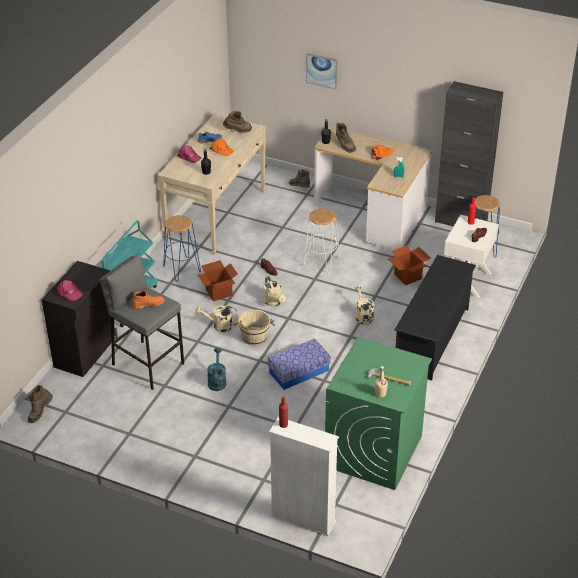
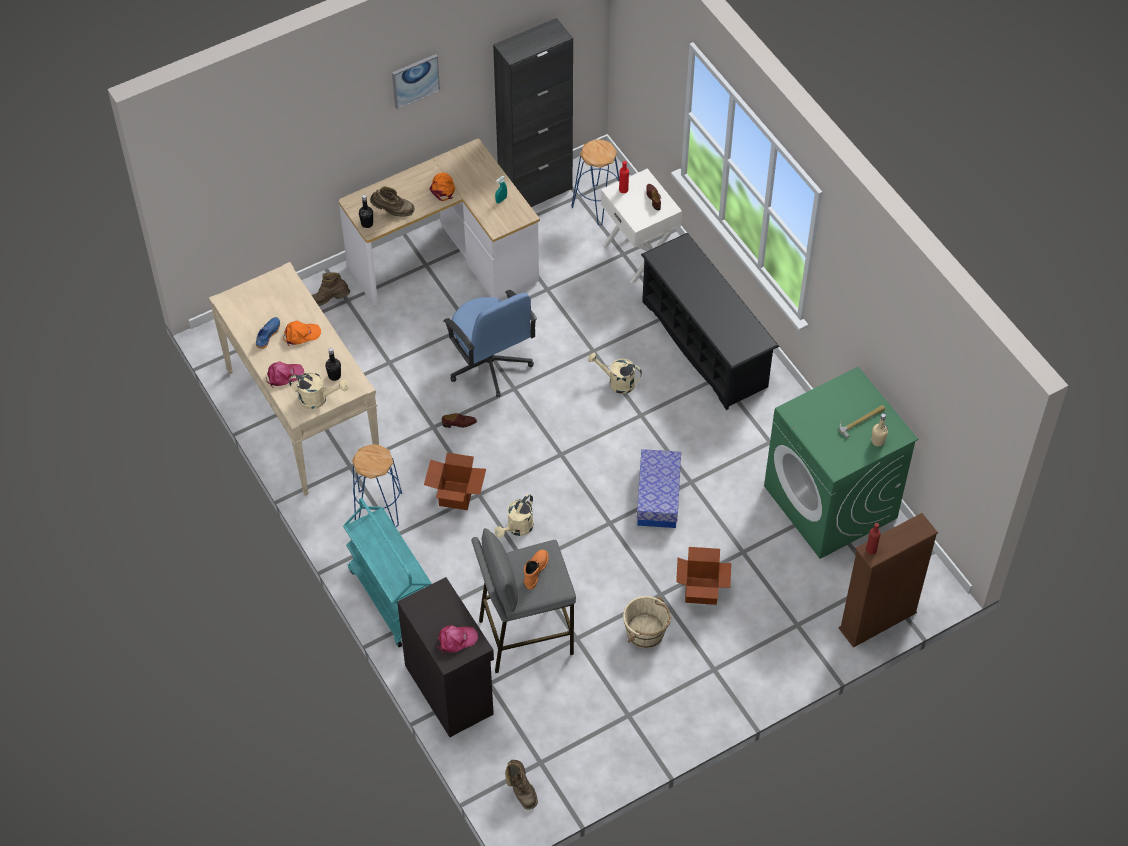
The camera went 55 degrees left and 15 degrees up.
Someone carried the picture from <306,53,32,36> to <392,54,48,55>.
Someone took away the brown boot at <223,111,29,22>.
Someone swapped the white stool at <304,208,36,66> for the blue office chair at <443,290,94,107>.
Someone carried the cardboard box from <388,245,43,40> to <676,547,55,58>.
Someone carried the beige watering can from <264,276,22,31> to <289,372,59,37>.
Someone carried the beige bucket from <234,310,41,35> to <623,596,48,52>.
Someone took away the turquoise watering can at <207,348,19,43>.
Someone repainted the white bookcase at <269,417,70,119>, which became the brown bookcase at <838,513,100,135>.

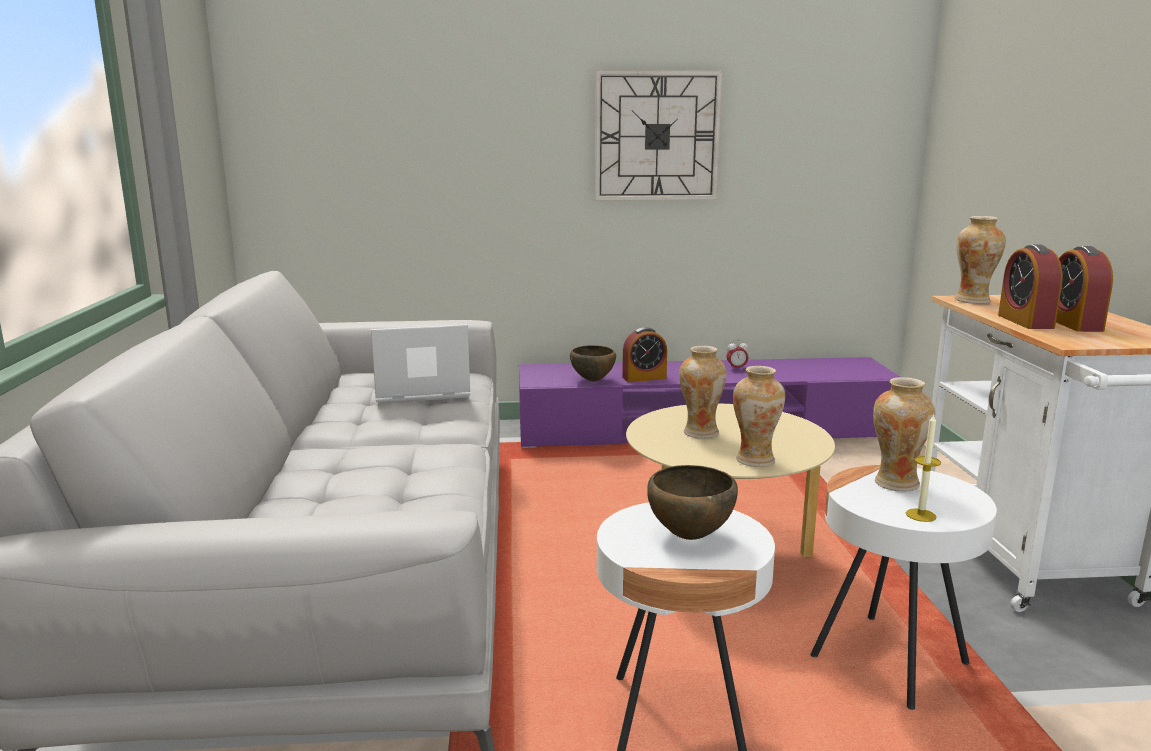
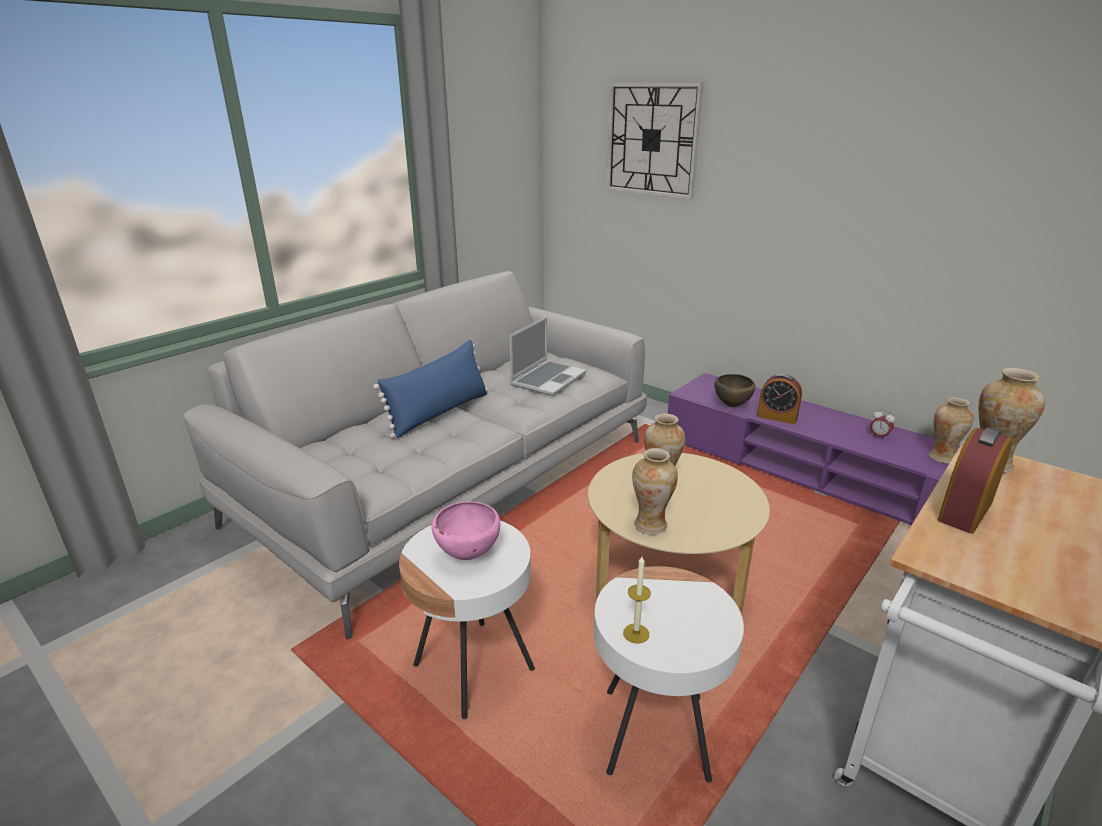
The camera went 45 degrees right and 10 degrees up.
Someone carried the wall clock from <595,70,127,131> to <606,82,98,118>.
Someone took away the alarm clock at <1056,246,57,86>.
Someone rotated the laptop at <371,324,100,80> by 90 degrees clockwise.
Someone carried the vase from <873,377,62,115> to <929,397,45,66>.
Someone repainted the brown bowl at <647,465,91,75>, which became the pink bowl at <431,501,69,59>.
Someone put down the blue pillow at <373,340,115,99>.

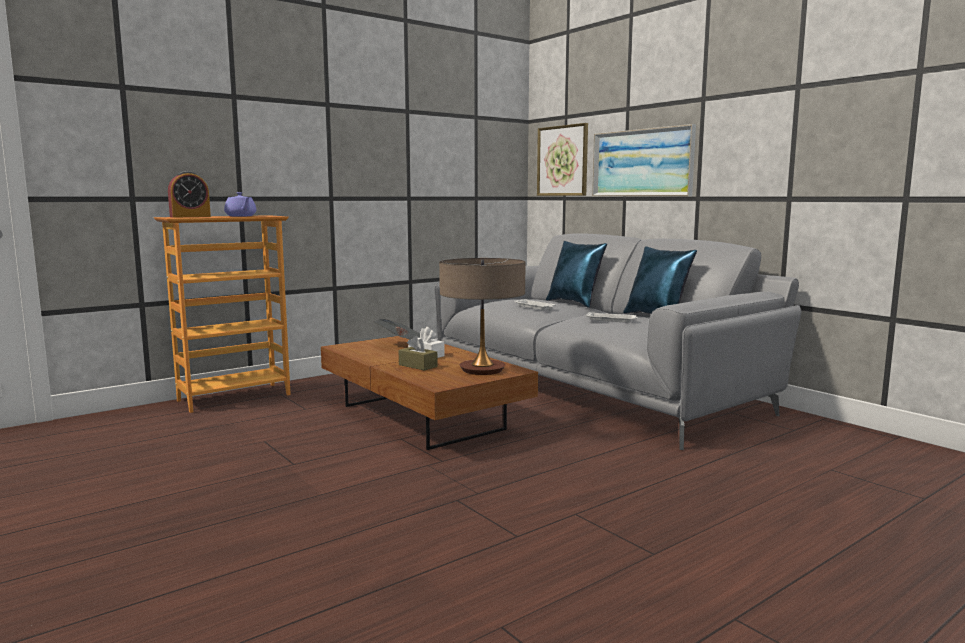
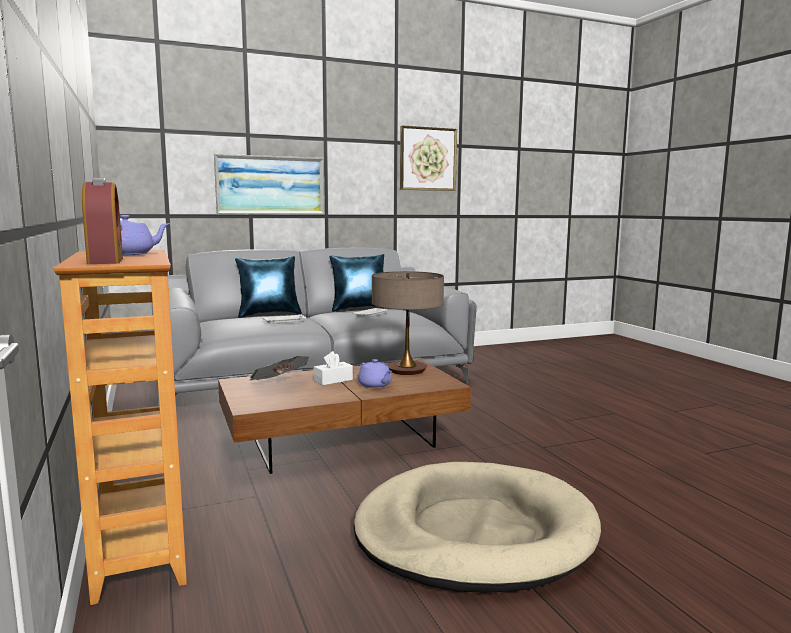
The camera went 75 degrees left and 0 degrees up.
Someone carried the picture from <537,123,51,73> to <400,125,57,66>.
Someone swapped the brown tissue box at <399,336,39,35> for the purple teapot at <358,359,34,29>.
Someone put down the beige dog bed at <354,462,247,131>.

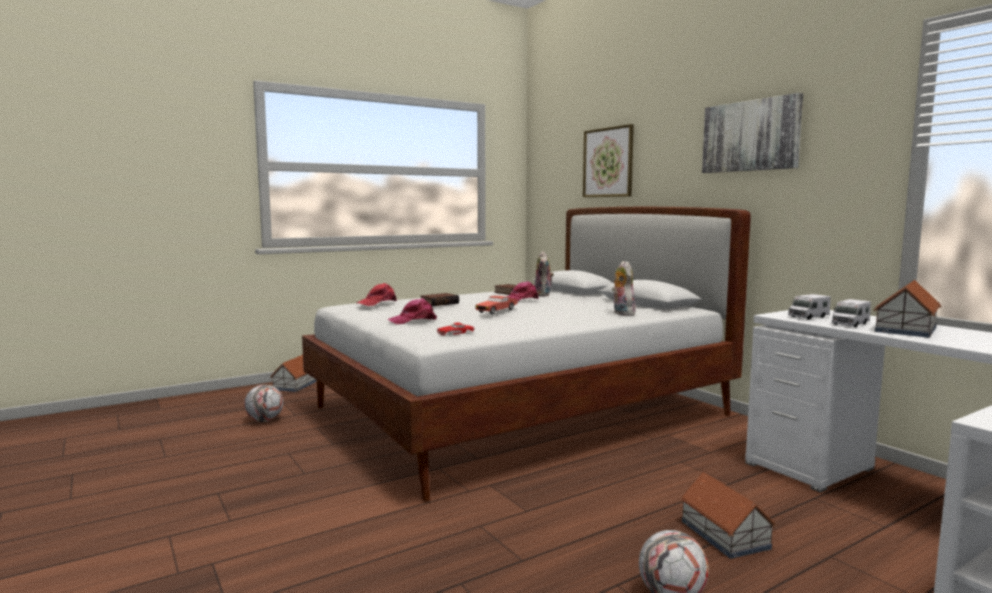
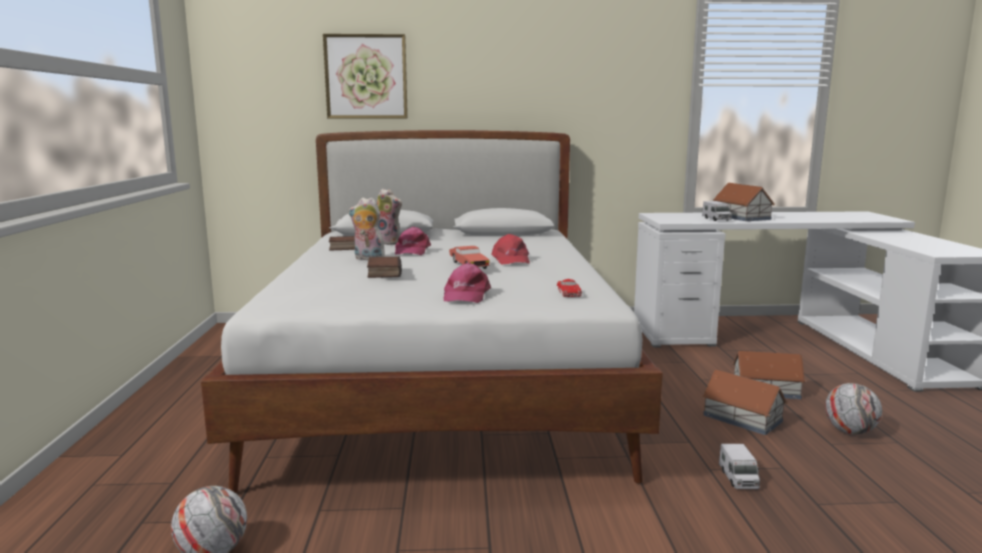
The camera went 60 degrees left and 5 degrees up.
Someone took away the picture at <702,93,101,80>.
Someone carried the plush toy from <612,261,24,54> to <348,197,41,63>.
Someone carried the red cap from <357,283,40,23> to <491,234,39,31>.
Someone carried the toy truck from <788,294,43,26> to <719,444,41,45>.
Someone carried the toy house from <270,355,47,37> to <702,370,86,65>.

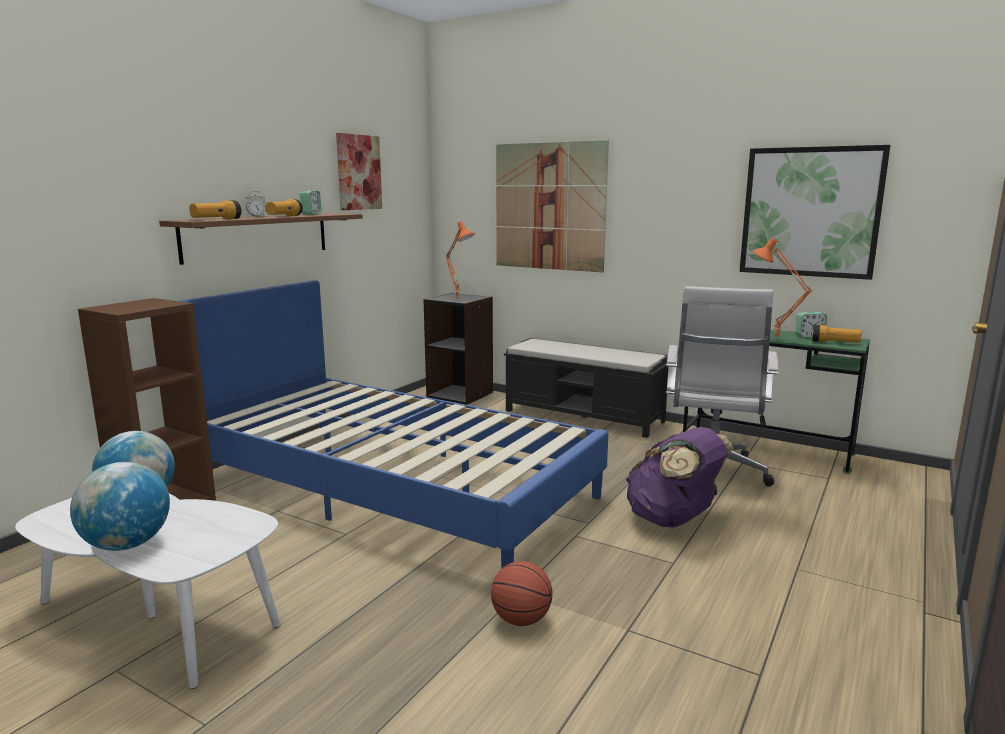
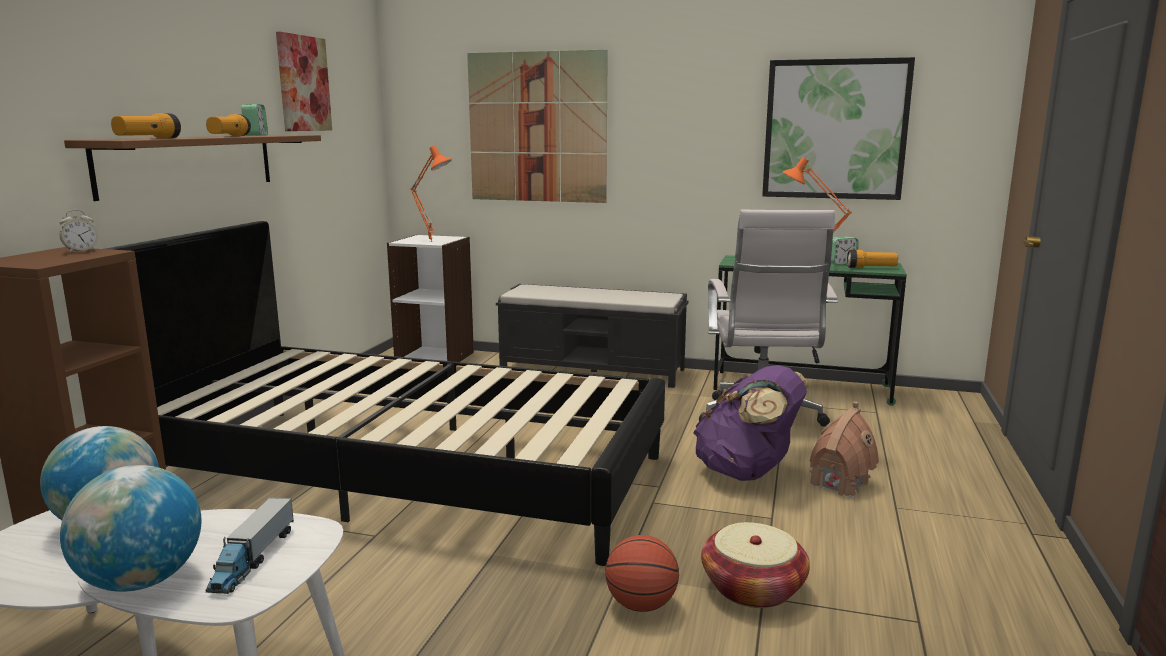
The camera went 15 degrees left and 0 degrees up.
Someone carried the alarm clock from <246,191,20,26> to <59,210,39,43>.
Someone repainted the blue bed at <179,280,429,288>, which became the black bed at <105,221,560,345>.
Someone repainted the black bookcase at <423,293,70,112>, which became the white bookcase at <387,235,87,127>.
Someone put down the toy house at <809,401,70,97>.
Someone put down the toy truck at <205,497,89,97>.
Someone put down the basket at <701,522,109,86>.

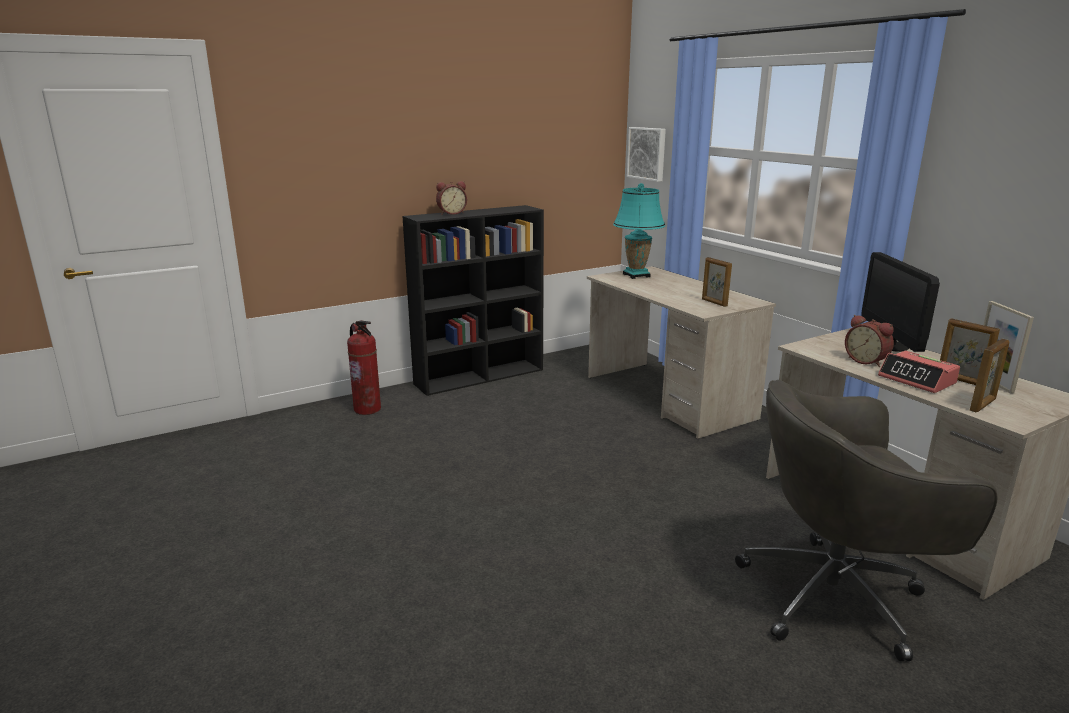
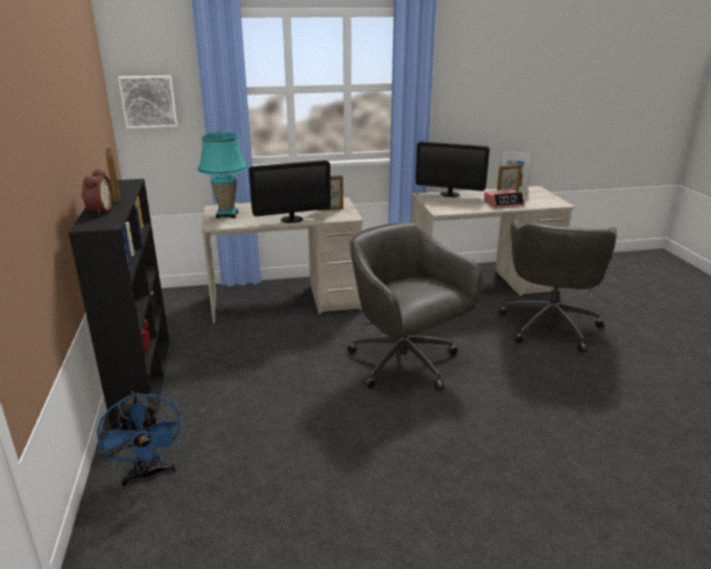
The camera went 70 degrees left and 5 degrees up.
Someone took away the alarm clock at <845,315,49,52>.
Someone swapped the fire extinguisher at <347,320,34,95> for the blue fan at <97,391,85,95>.
Someone carried the picture frame from <970,339,40,73> to <106,148,14,54>.
Someone put down the monitor at <249,160,82,63>.
Someone put down the grey office chair at <347,223,136,167>.

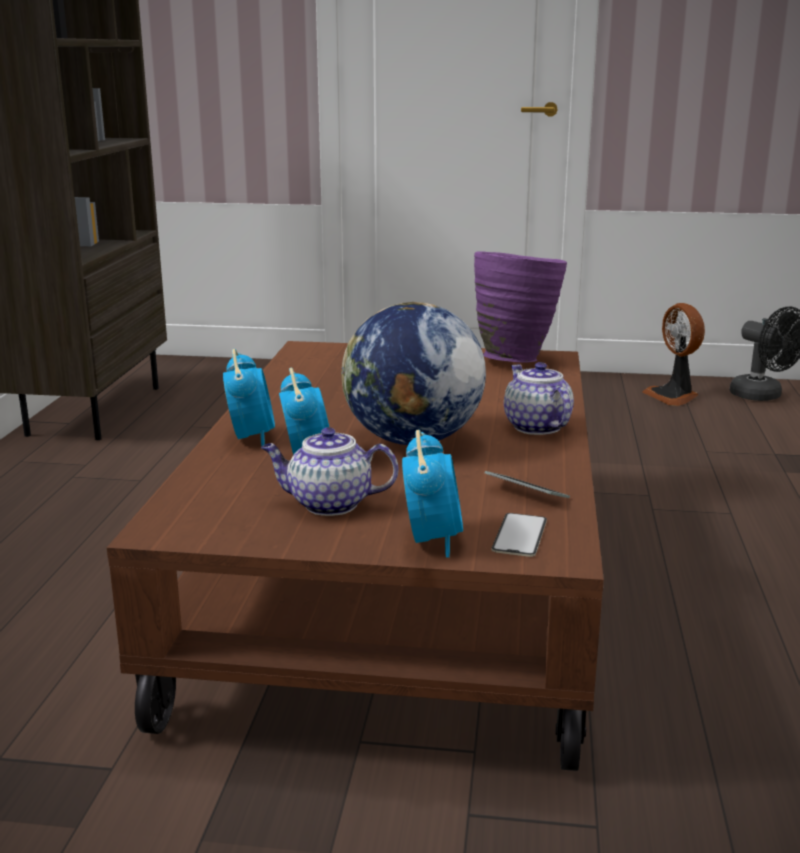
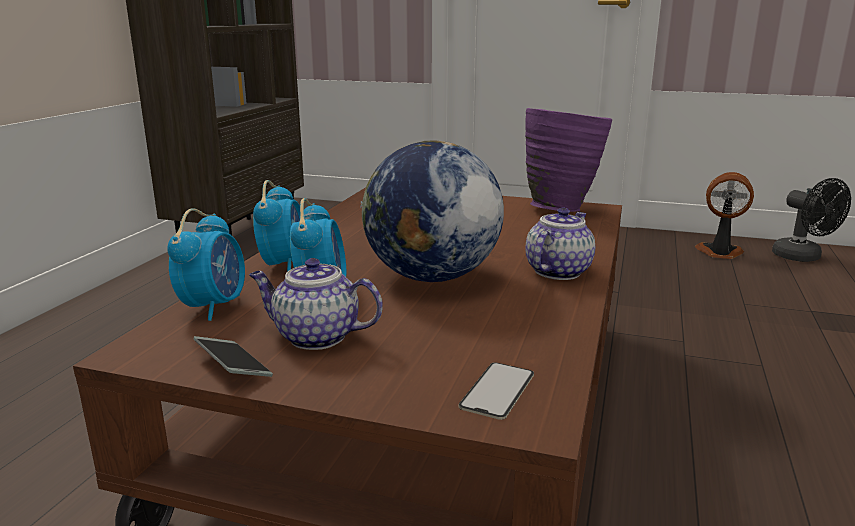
The camera went 10 degrees right and 0 degrees up.
Someone rotated the fan at <642,303,63,103> by 120 degrees clockwise.
Someone rotated the teapot at <504,362,70,73> by 45 degrees clockwise.
Someone carried the alarm clock from <402,429,61,128> to <167,208,78,113>.
Someone carried the phone from <485,471,85,27> to <193,336,80,41>.

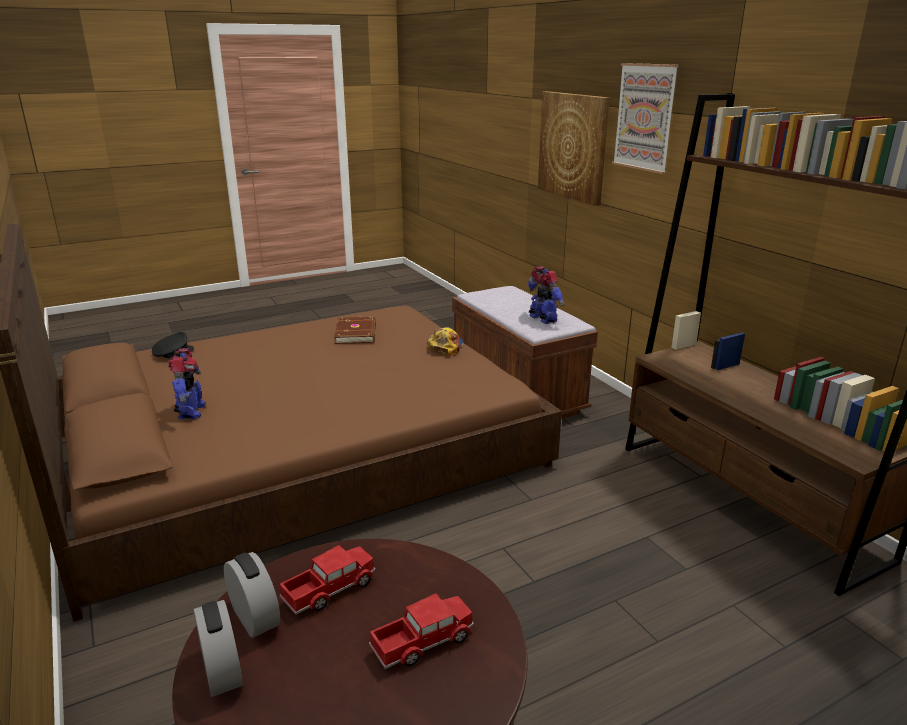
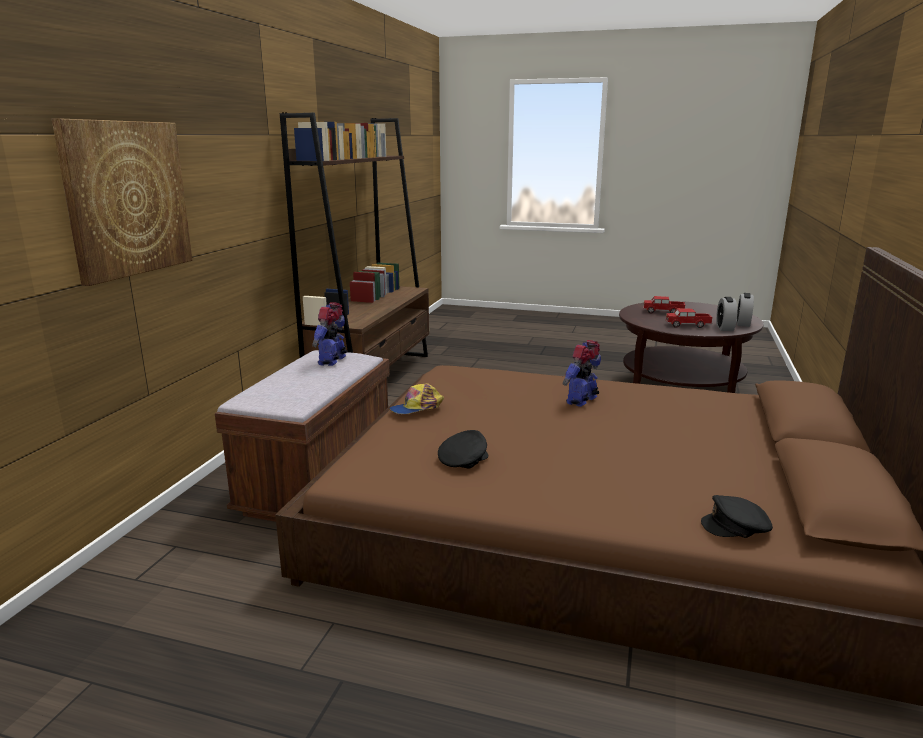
The camera went 135 degrees left and 5 degrees down.
Someone took away the picture at <612,63,67,111>.
Someone swapped the brown book at <335,316,41,28> for the black cap at <438,430,50,39>.
Someone carried the toy robot from <168,348,38,72> to <563,340,38,67>.

